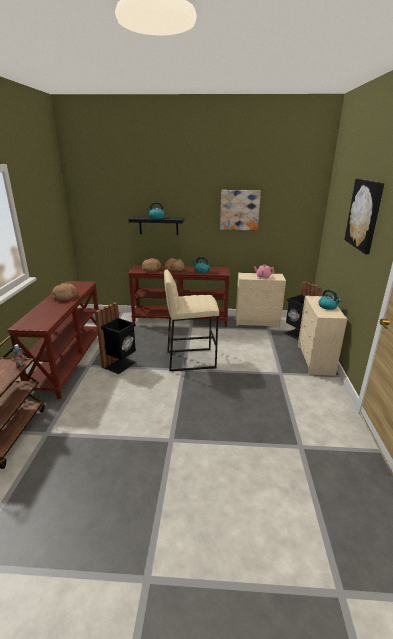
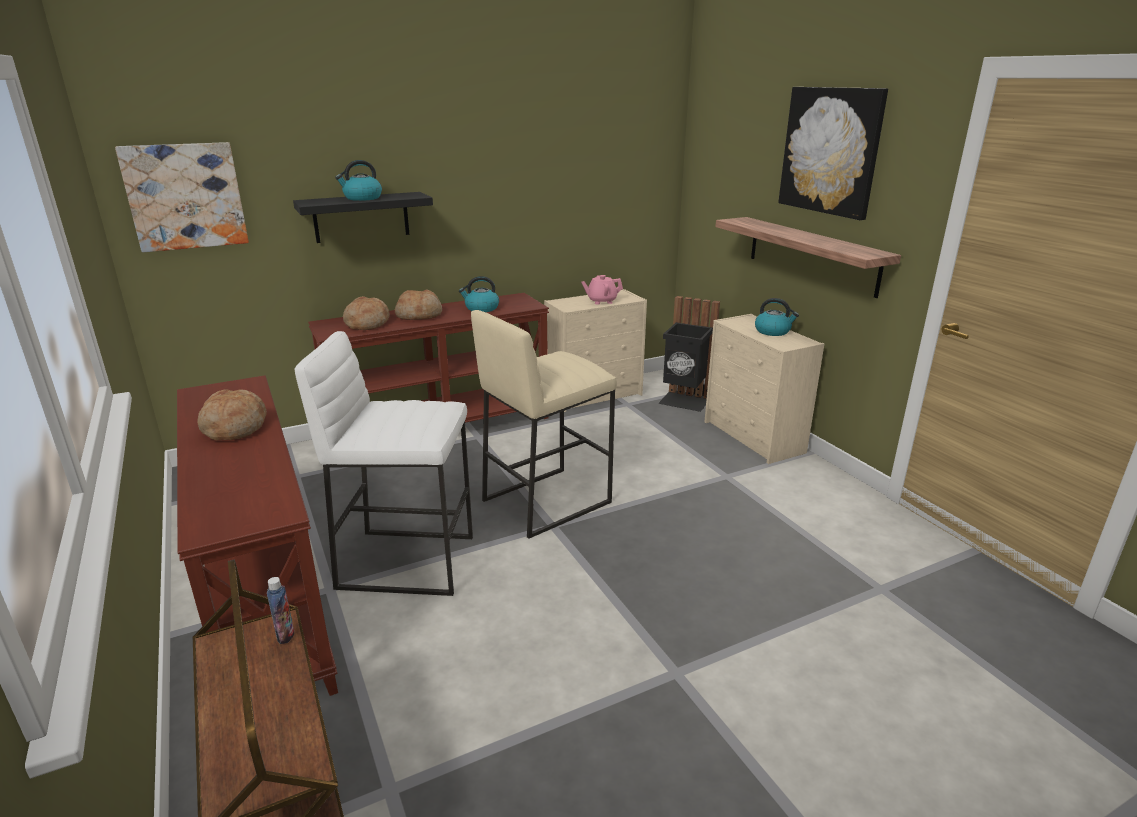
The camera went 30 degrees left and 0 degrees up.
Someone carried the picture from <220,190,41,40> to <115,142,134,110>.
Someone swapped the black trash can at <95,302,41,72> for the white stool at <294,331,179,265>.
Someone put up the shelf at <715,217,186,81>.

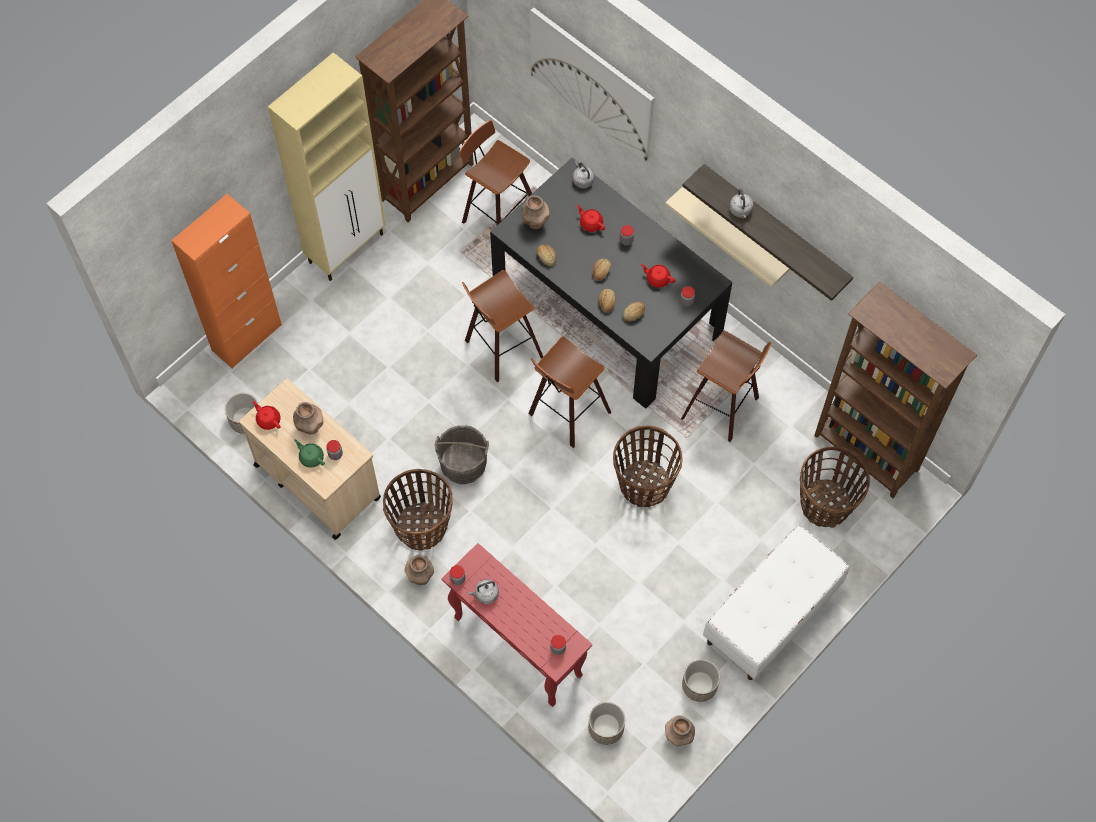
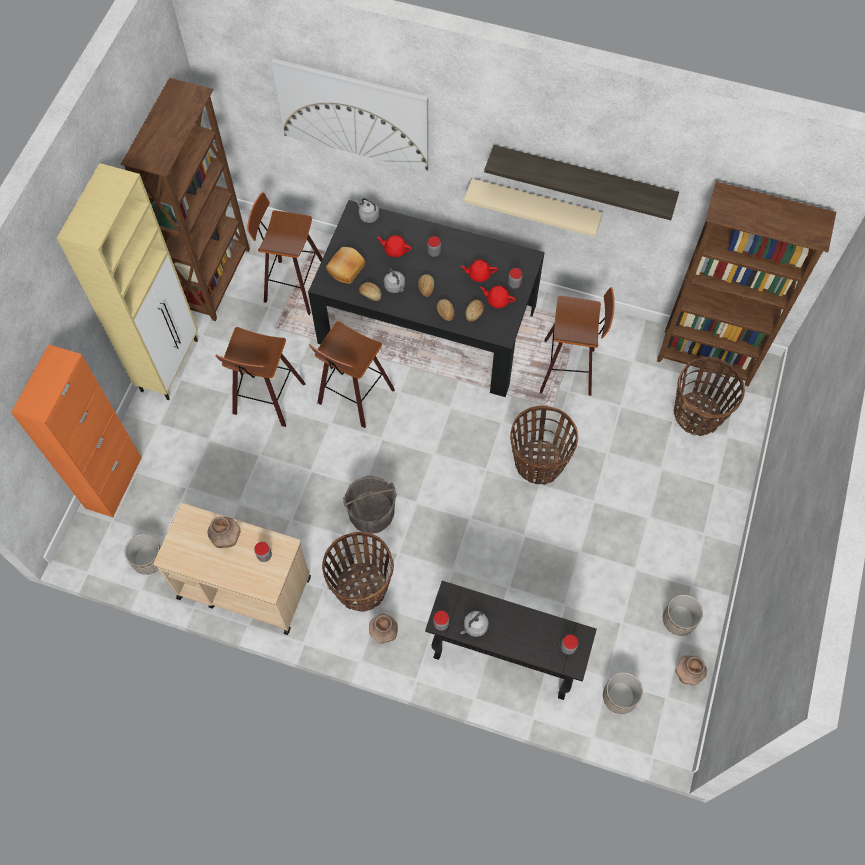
The camera went 25 degrees left and 0 degrees up.
Someone carried the grey kettle from <730,189,24,29> to <384,268,21,25>.
Someone swapped the brown vase at <521,195,29,34> for the bread at <326,247,39,37>.
Someone carried the stool from <528,336,83,112> to <215,327,91,100>.
Someone carried the red teapot from <252,401,29,29> to <480,286,36,22>.
Someone took away the green teapot at <294,439,31,29>.
Someone took away the white bench at <703,525,146,155>.
Someone repainted the red console table at <442,543,150,164>, which became the black console table at <425,581,172,119>.

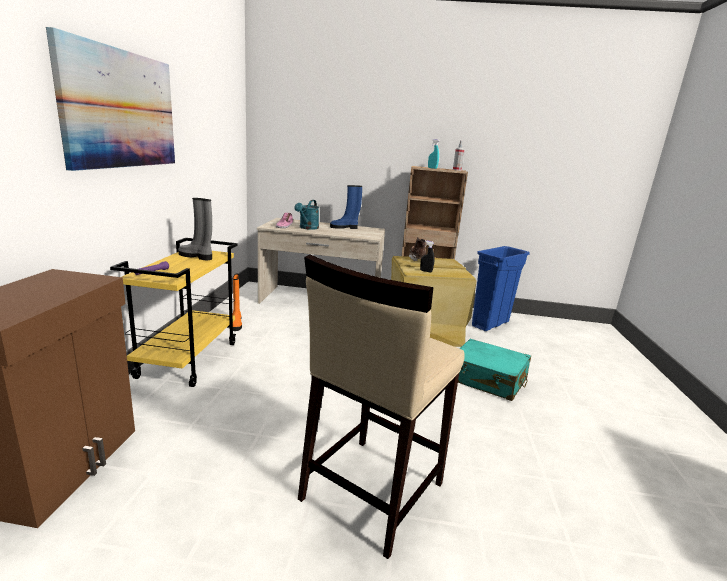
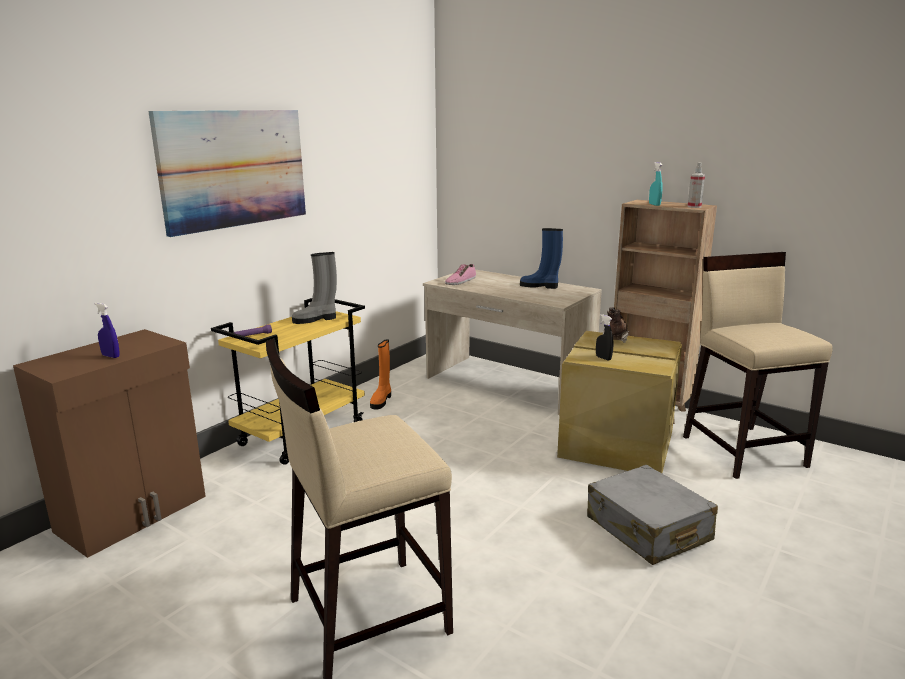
The camera went 30 degrees right and 0 degrees up.
Someone rotated the grey boot at <178,198,34,62> by 75 degrees counterclockwise.
Someone took away the turquoise watering can at <294,200,25,30>.
Someone swapped the blue trash can at <472,246,58,85> for the beige stool at <683,252,150,227>.
Someone repainted the turquoise suitcase at <458,339,73,62>, which became the grey suitcase at <587,465,131,100>.
Someone put down the blue spray bottle at <95,303,25,55>.

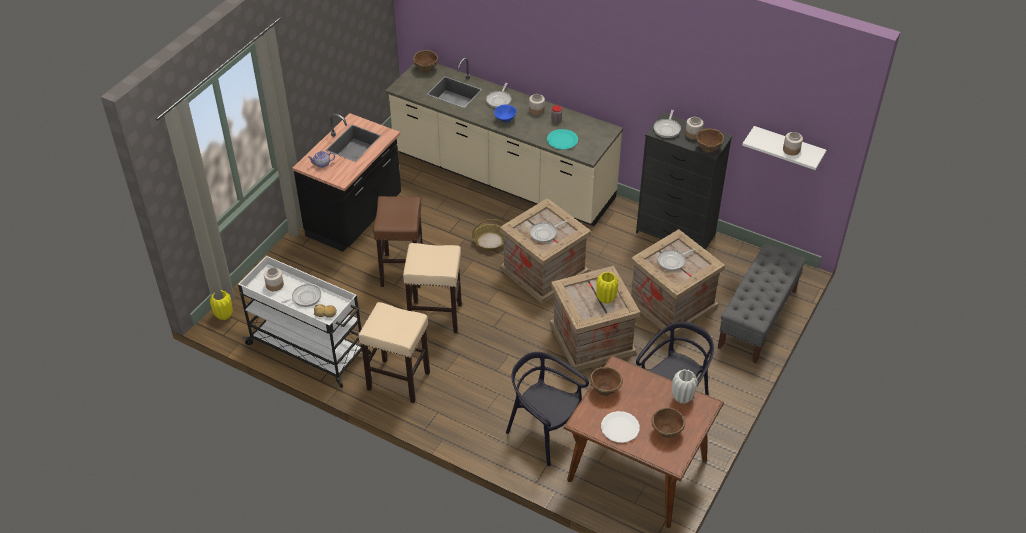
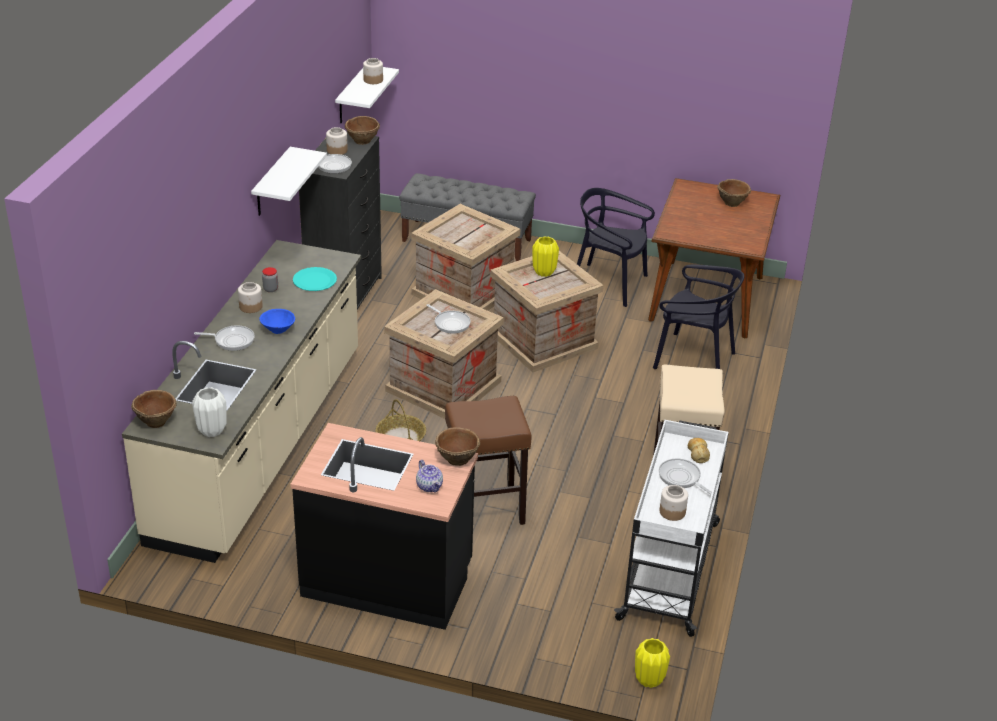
The camera went 105 degrees left and 10 degrees down.
Someone took away the beige stool at <403,243,59,90>.
Someone took away the frying pan at <657,248,39,23>.
Someone rotated the black chair at <506,352,83,114> by 90 degrees counterclockwise.
Someone carried the brown bowl from <590,366,33,30> to <435,427,45,39>.
Someone carried the white vase from <672,369,26,35> to <192,387,35,50>.
Someone took away the white plate at <601,411,39,32>.
Someone put up the white shelf at <251,147,76,69>.

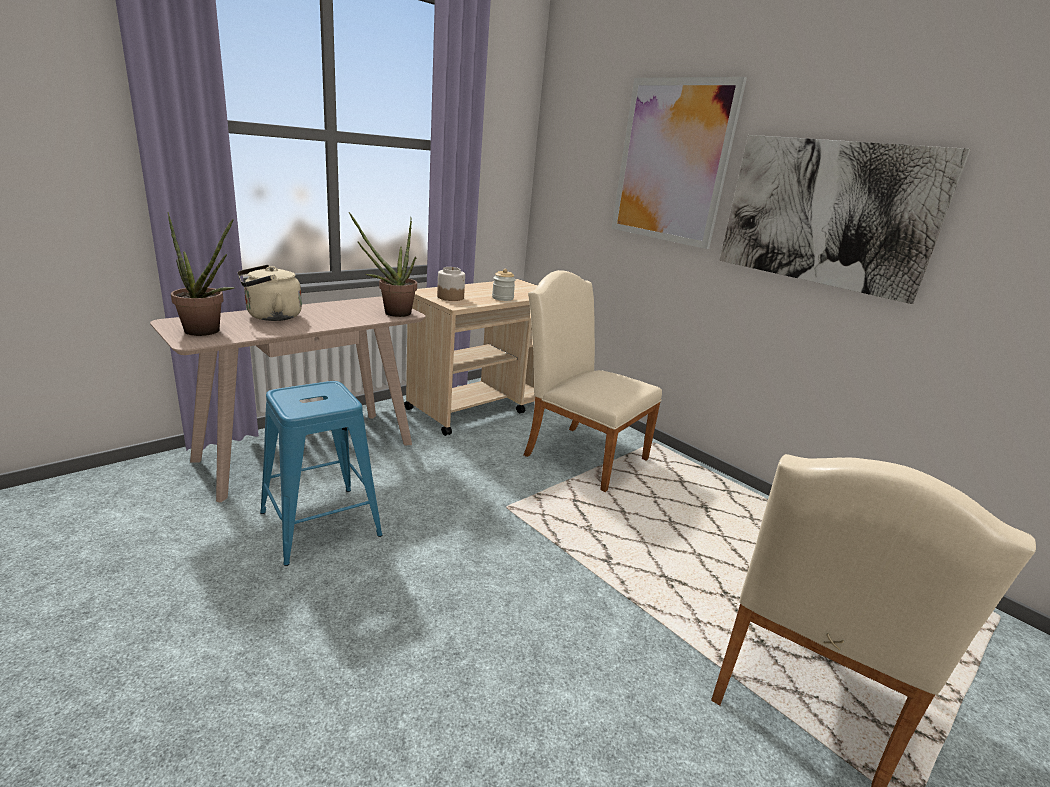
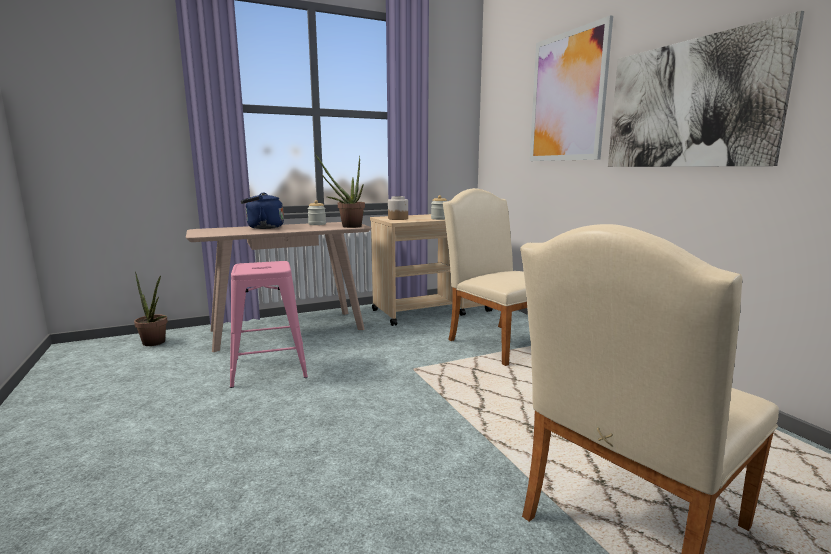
The camera went 20 degrees right and 10 degrees down.
Someone carried the potted plant from <168,212,66,124> to <134,271,34,75>.
Someone repainted the beige kettle at <237,265,65,56>, which became the blue kettle at <241,193,43,36>.
Someone repainted the blue stool at <260,381,122,185>, which became the pink stool at <230,261,78,127>.
Someone put down the jar at <307,200,19,25>.

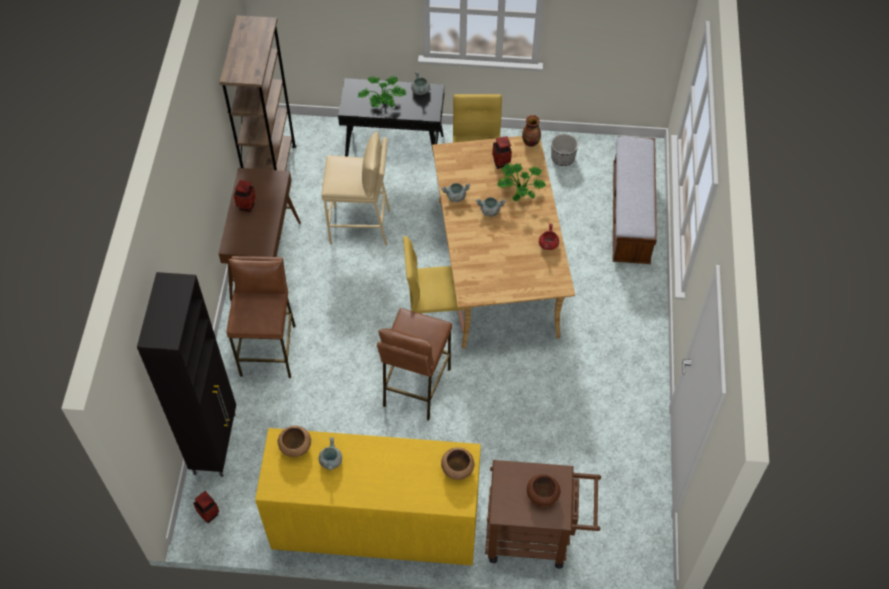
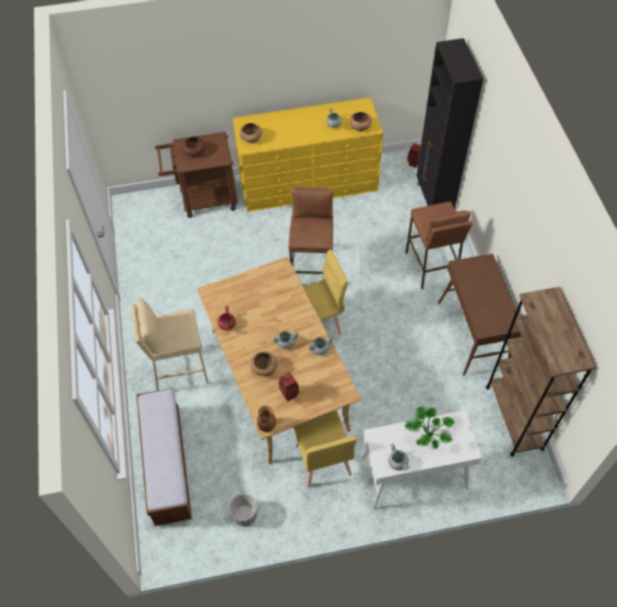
The camera went 165 degrees right and 0 degrees up.
Someone repainted the black console table at <338,78,106,83>, which became the white console table at <361,410,121,99>.
Someone carried the beige stool from <321,132,69,113> to <131,297,78,94>.
Someone swapped the potted plant at <497,164,49,38> for the brown bowl at <250,351,27,25>.
Someone took away the vase at <234,180,22,32>.

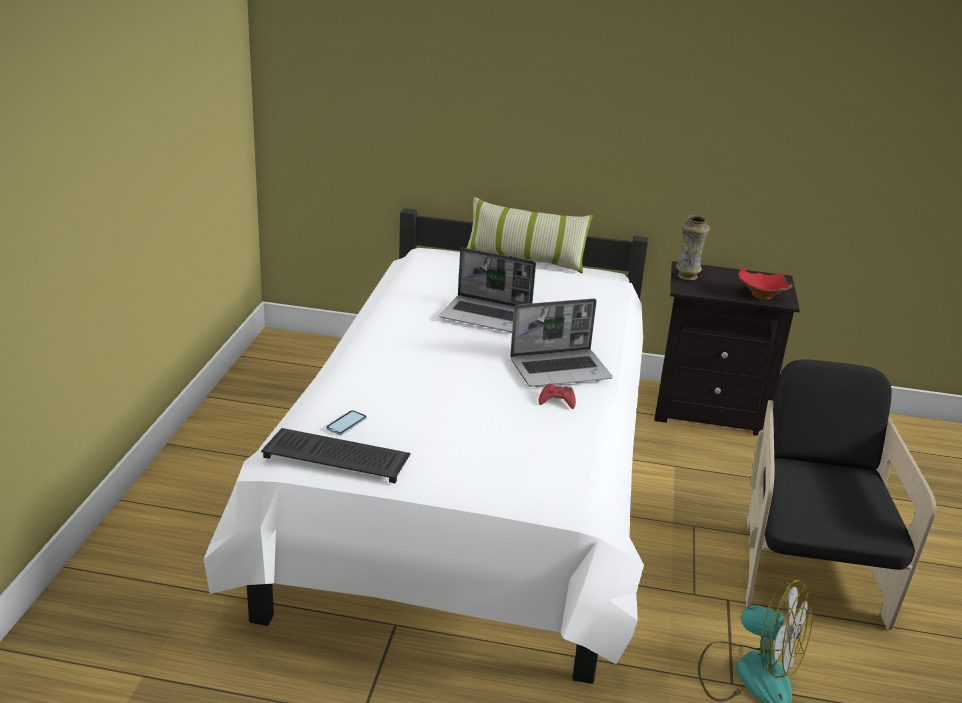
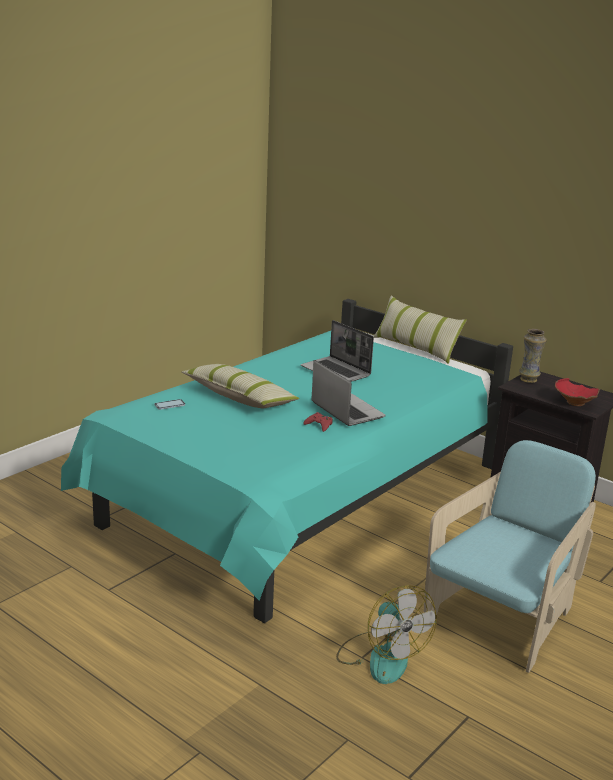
The camera went 30 degrees right and 5 degrees down.
Someone repainted the white bed at <204,208,444,476>, which became the turquoise bed at <61,299,452,324>.
Someone rotated the laptop at <510,299,103,88> by 135 degrees counterclockwise.
Someone repainted the black armchair at <746,359,190,271>, which became the turquoise armchair at <423,440,173,233>.
Someone took away the keyboard at <261,428,150,55>.
Someone put down the pillow at <182,364,117,44>.

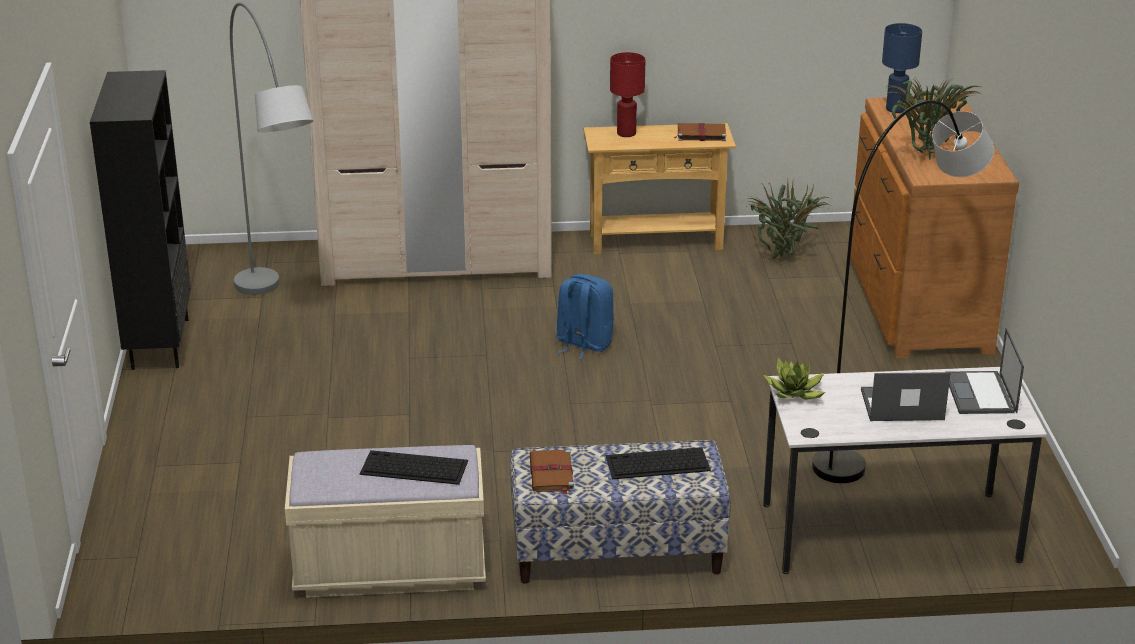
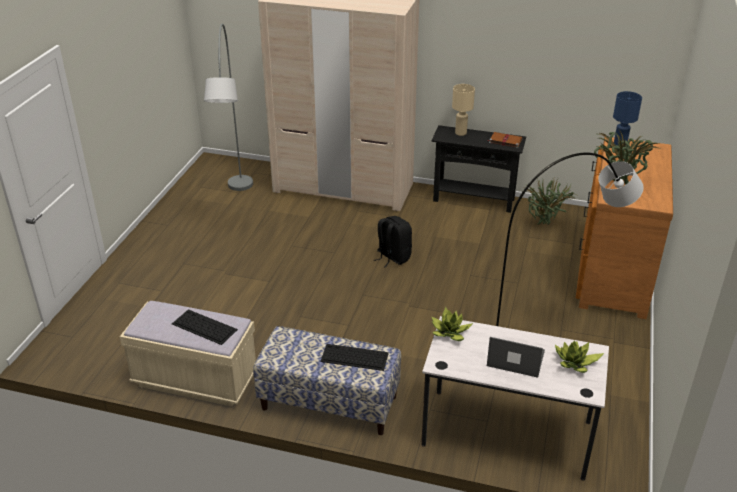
The camera went 20 degrees right and 5 degrees up.
Someone repainted the red table lamp at <610,52,36,85>, which became the beige table lamp at <452,84,23,52>.
Someone took away the black bookcase at <90,70,101,300>.
Someone repainted the beige console table at <583,123,153,131>, which became the black console table at <431,125,95,88>.
Someone repainted the blue backpack at <556,274,58,86>, which became the black backpack at <374,216,38,51>.
Someone swapped the laptop at <949,328,75,86> for the potted plant at <555,340,49,33>.
Someone took away the brown book at <530,449,45,45>.

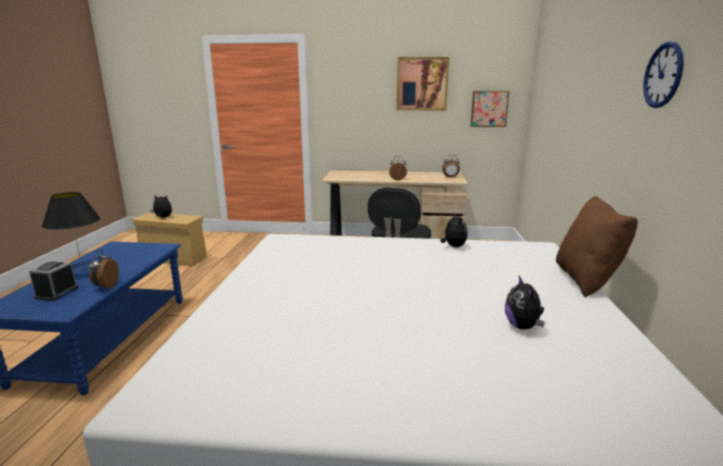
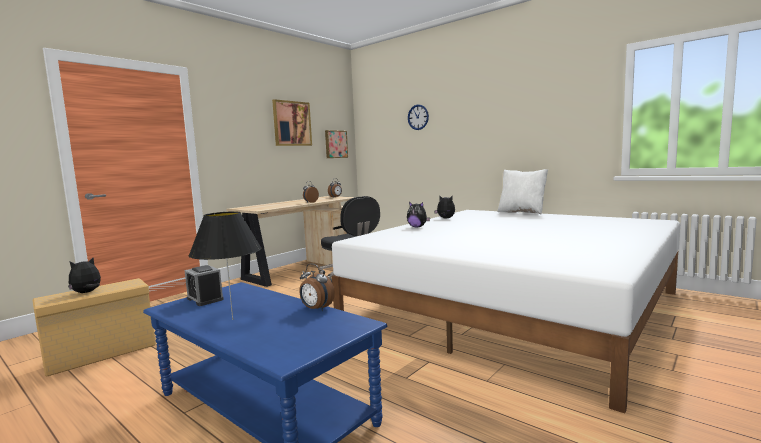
The camera went 55 degrees left and 10 degrees down.
Someone carried the wall clock from <643,42,41,66> to <408,104,21,26>.
Someone repainted the brown pillow at <556,196,82,101>, which became the white pillow at <497,169,51,46>.
Someone carried the alarm clock from <29,261,50,40> to <185,265,39,41>.
Someone carried the plush toy from <505,276,40,54> to <407,202,23,26>.

